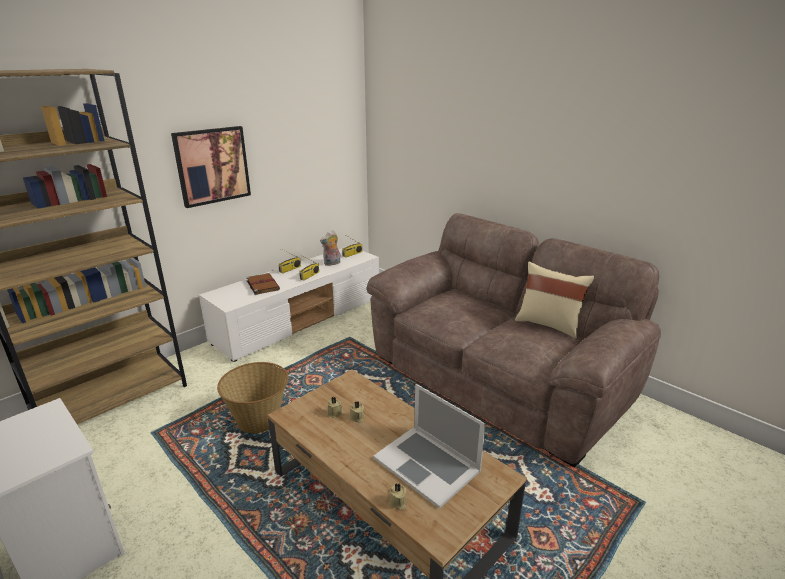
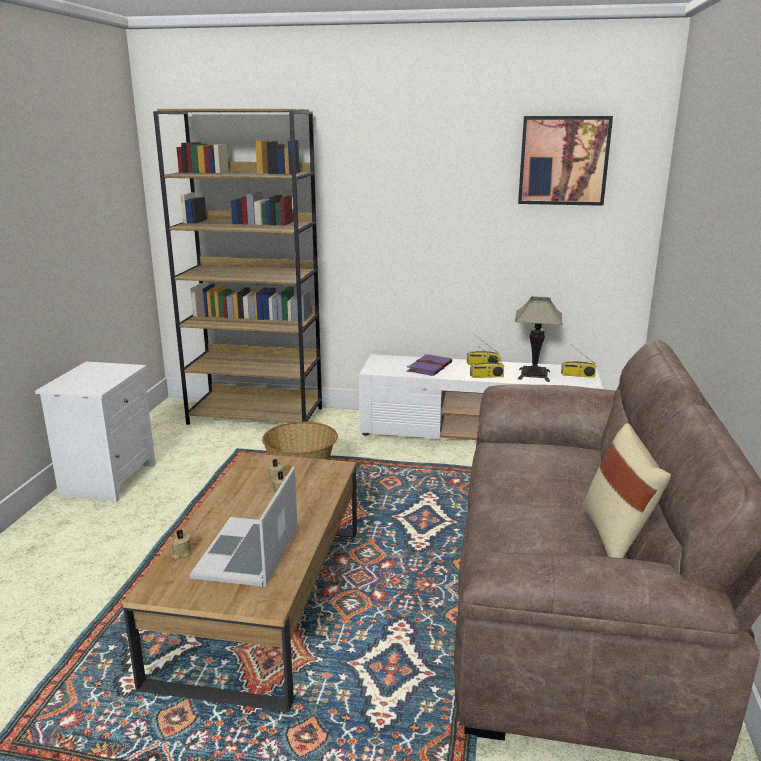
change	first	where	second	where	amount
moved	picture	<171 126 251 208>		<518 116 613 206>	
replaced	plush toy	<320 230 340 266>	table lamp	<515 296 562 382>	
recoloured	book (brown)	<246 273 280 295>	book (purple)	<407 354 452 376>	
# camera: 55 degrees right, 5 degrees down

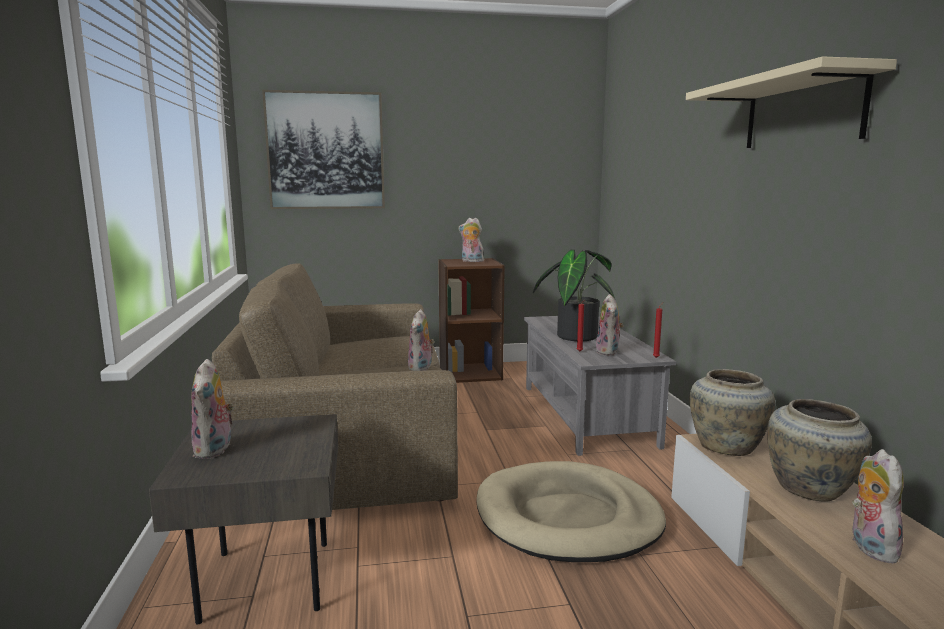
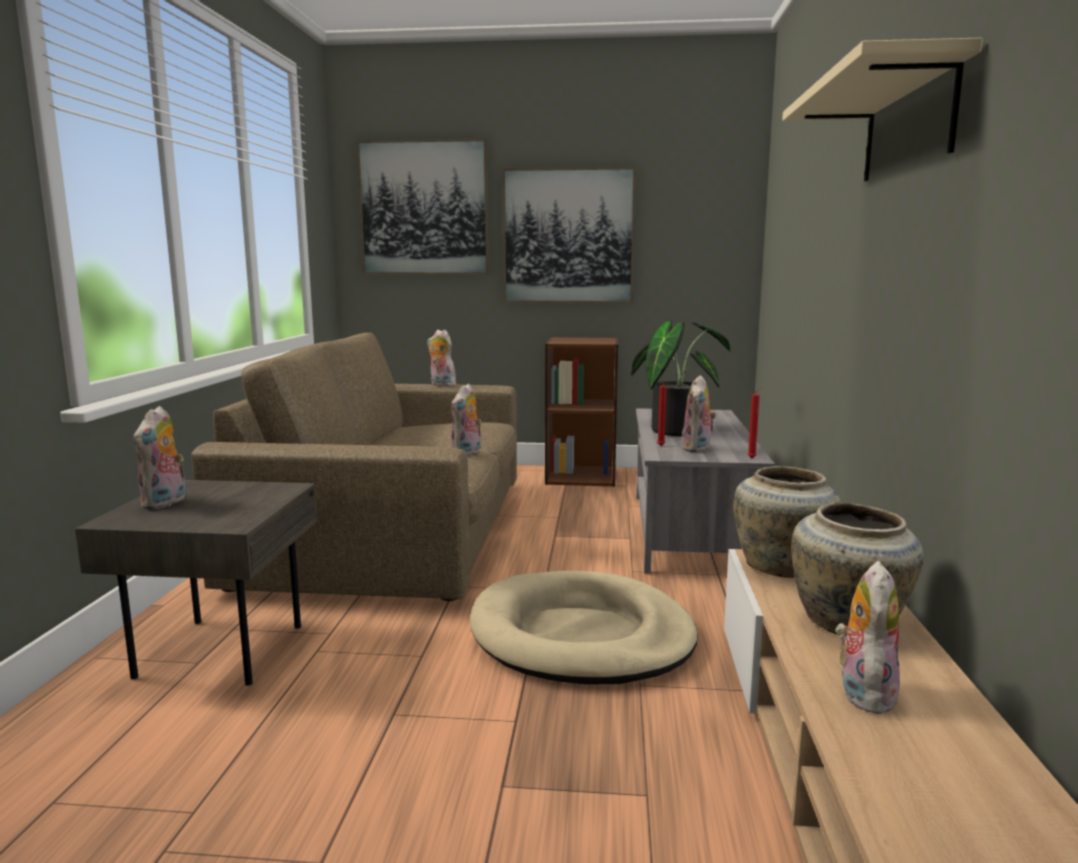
change	first	where	second	where	amount
moved	plush toy	<458 218 484 262>		<427 330 456 386>	
added			picture	<502 167 636 304>	
# camera: 15 degrees right, 0 degrees up

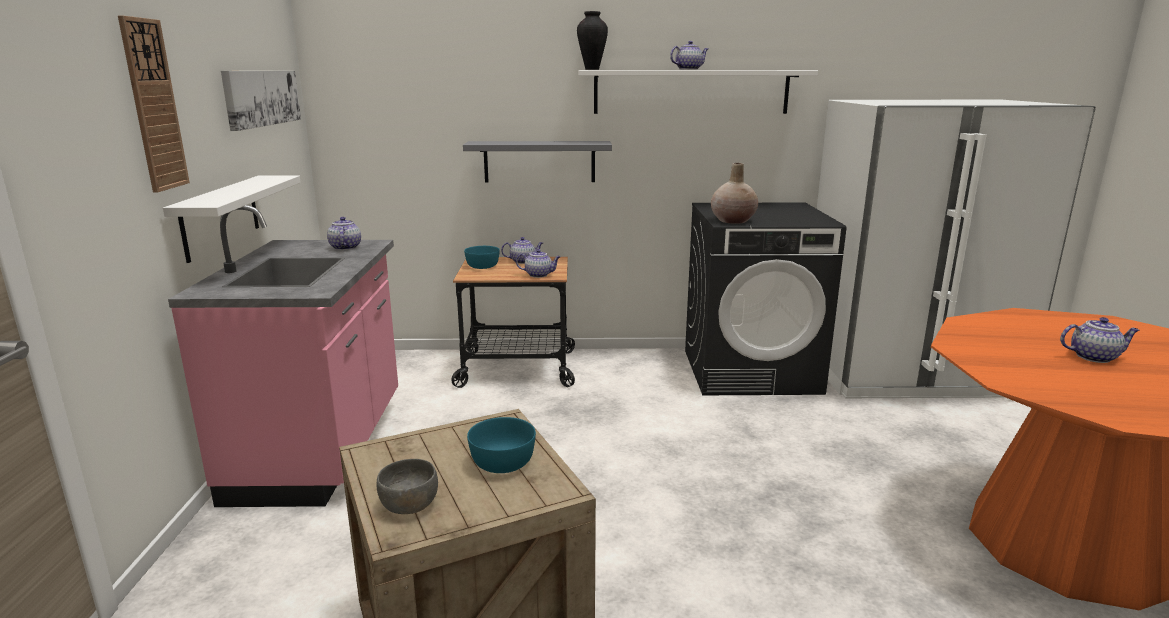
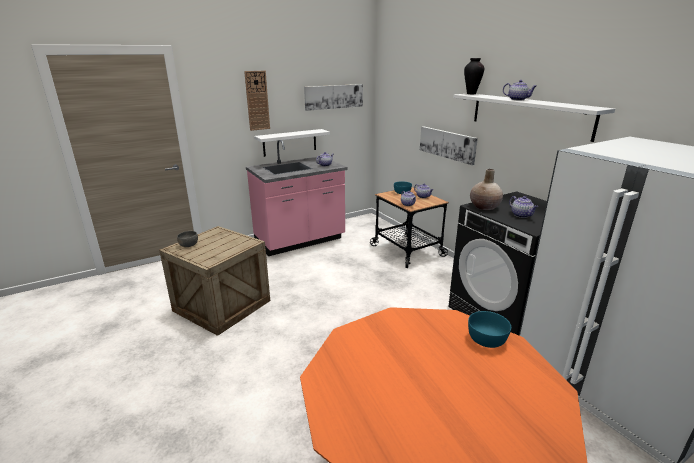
change	first	where	second	where	amount
replaced	shelf (grey)	<463 141 612 182>	picture	<420 126 478 165>	
moved	teapot	<1060 317 1139 363>		<509 196 538 218>	
moved	bowl (turquoise)	<467 417 536 473>		<468 311 511 348>	
# camera: 60 degrees right, 5 degrees up

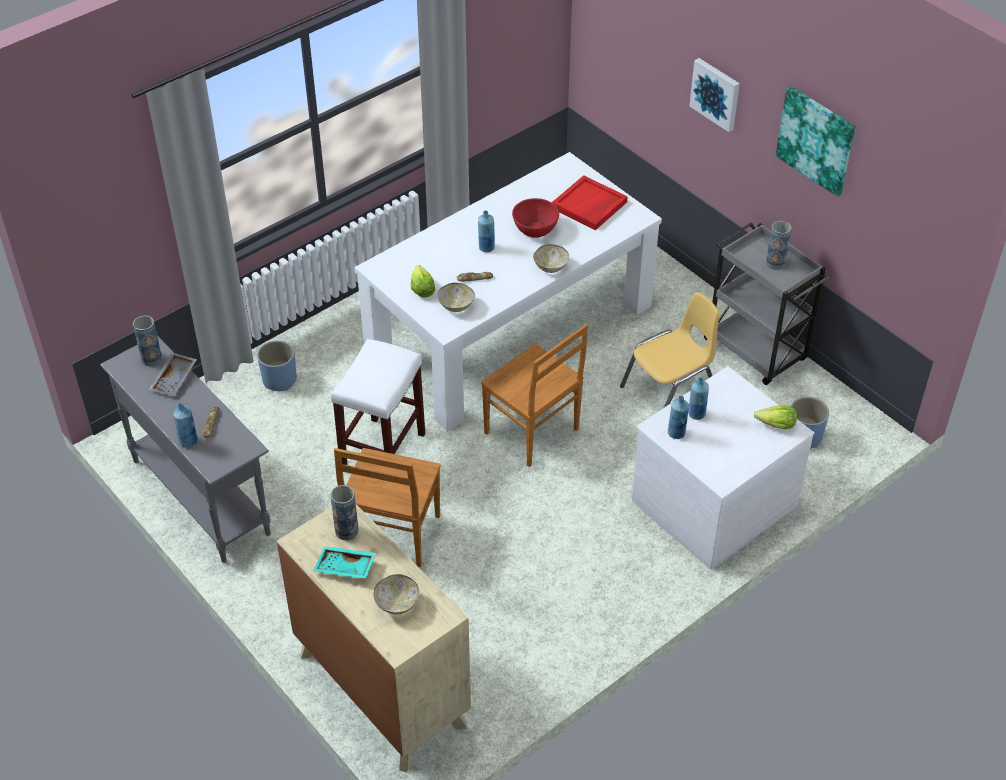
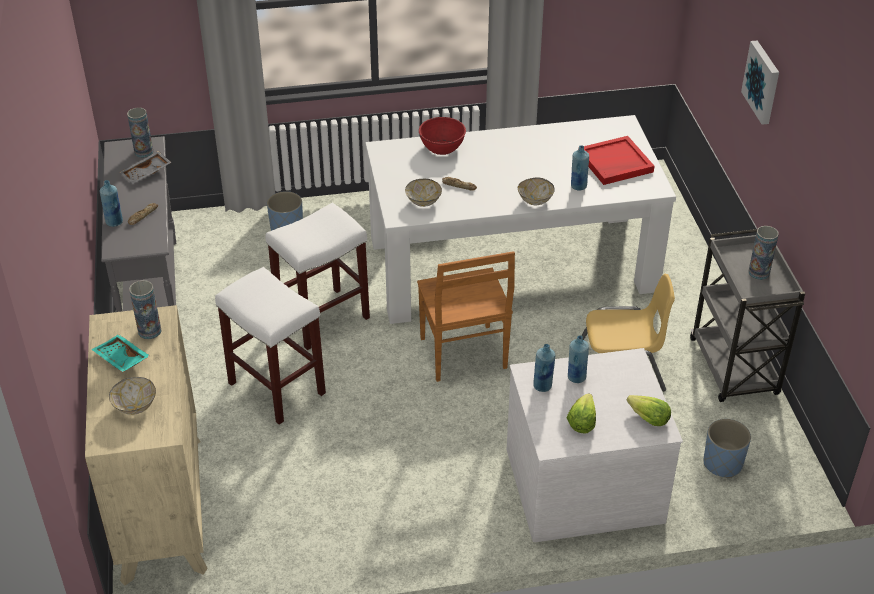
change	first	where	second	where	amount
removed	picture	<776 86 855 197>			
moved	bowl (red)	<512 198 559 238>		<419 117 466 155>	
moved	bottle (blue)	<478 211 495 252>		<571 145 589 190>	
moved	lettuce	<411 265 435 297>		<567 393 596 433>	
replaced	chair (brown)	<334 448 441 567>	stool (white)	<215 267 326 425>	
# camera: 30 degrees right, 5 degrees down

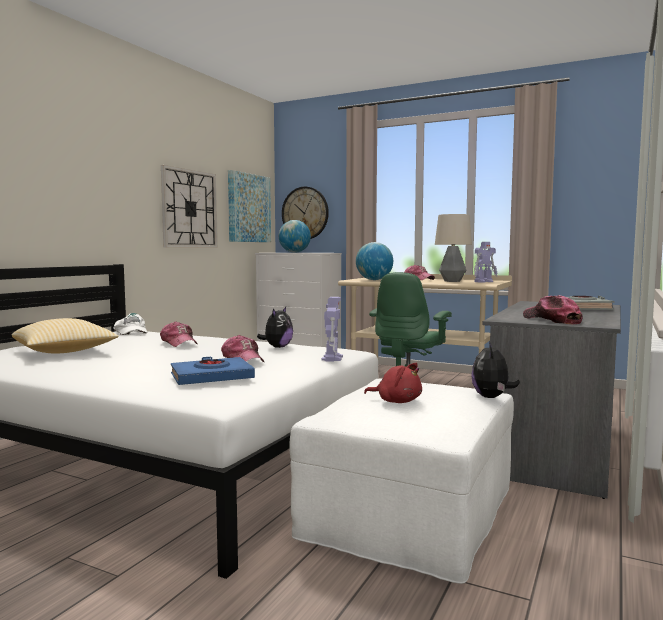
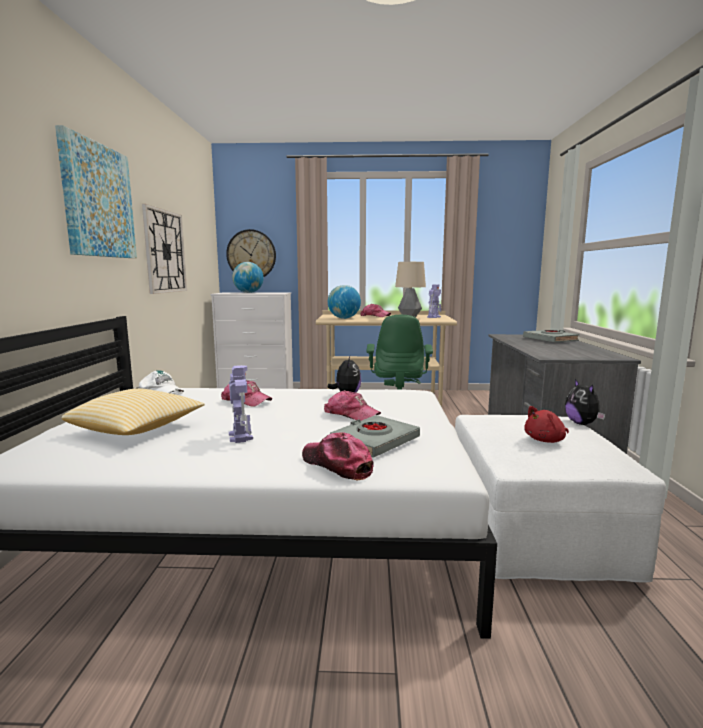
change	first	where	second	where	amount
moved	picture	<228 170 271 242>		<55 125 137 258>	
moved	cap	<523 295 582 324>		<302 432 374 481>	
moved	toy robot	<322 297 343 362>		<229 365 253 443>	
recoloured	book (blue)	<171 357 255 385>	book (grey)	<330 415 420 458>	
turned	plush toy (red)	<364 363 422 403>		<524 406 569 443>	150 degrees clockwise
# camera: 25 degrees left, 5 degrees up

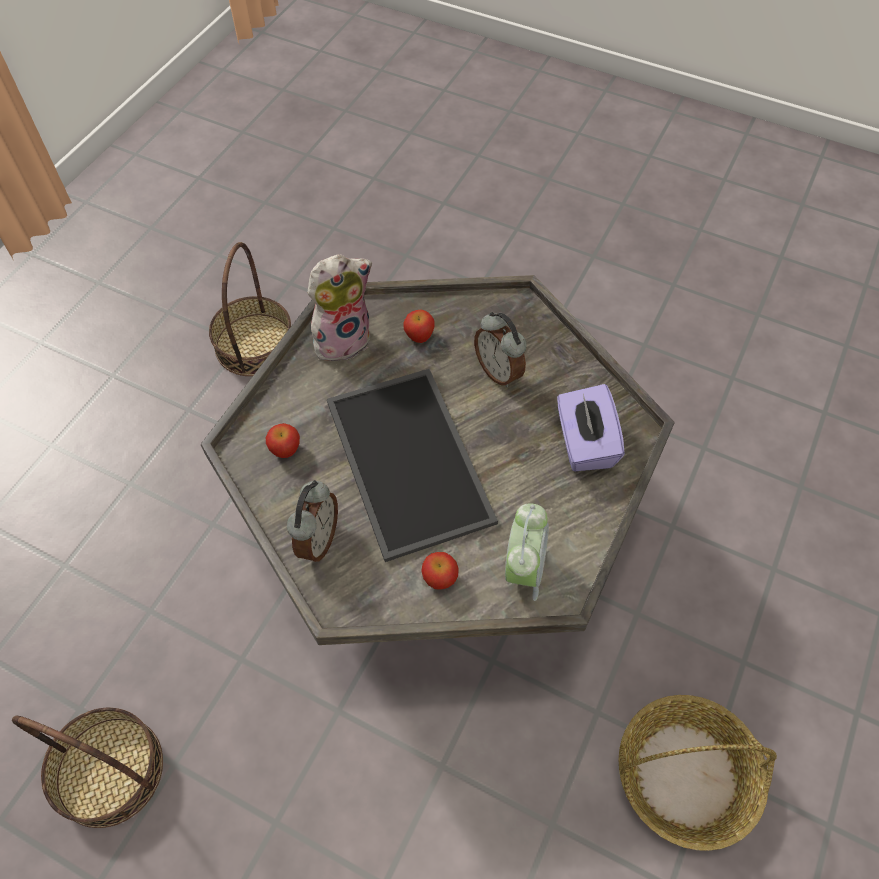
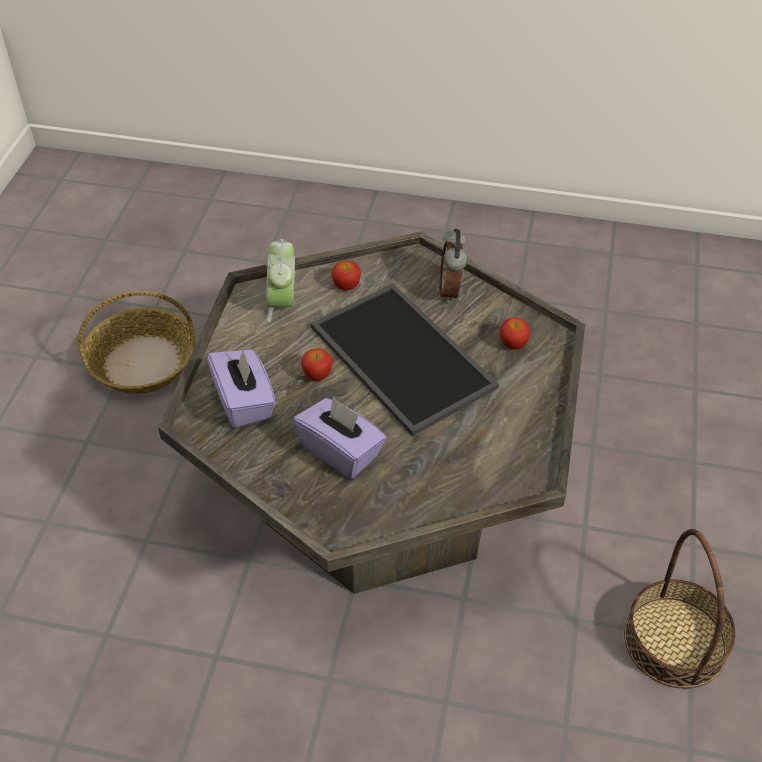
change	first	where	second	where	amount
removed	plush toy	<308 254 372 361>			
moved	apple	<404 310 434 343>		<301 348 333 381>	
replaced	alarm clock	<474 312 527 387>	tissue box (purple)	<293 397 387 479>	
removed	basket	<12 707 163 828>			
# camera: 165 degrees right, 10 degrees down

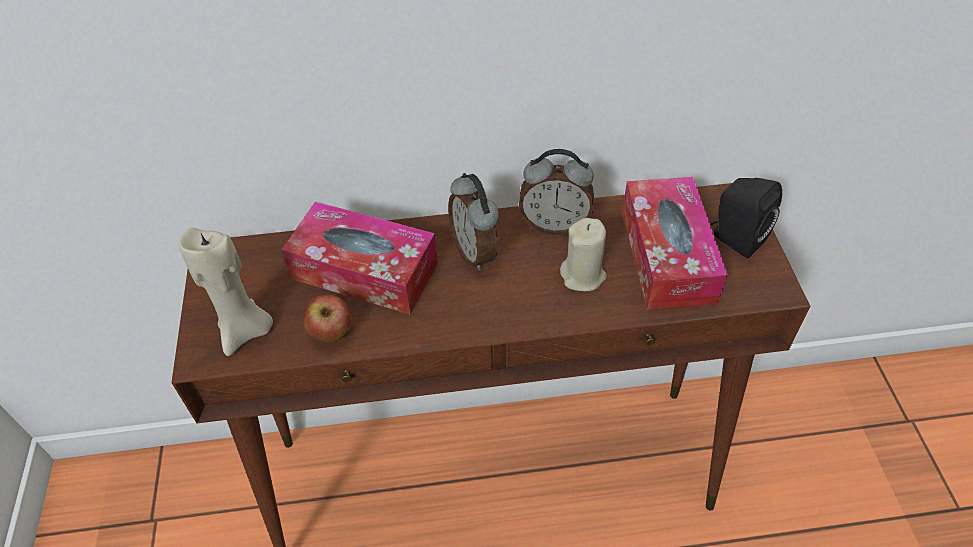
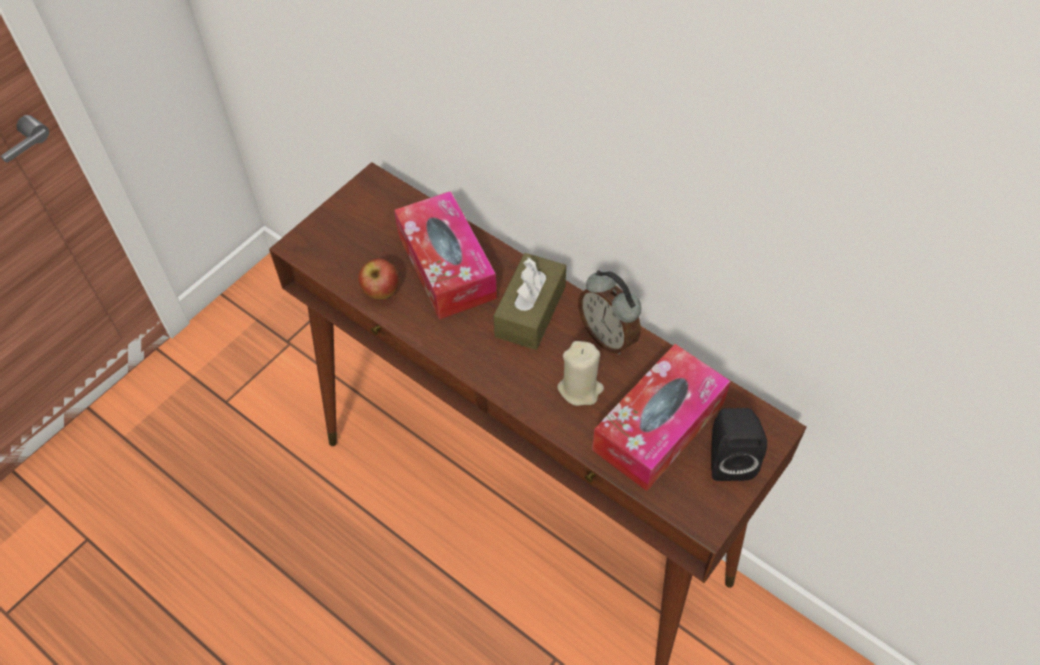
change	first	where	second	where	amount
replaced	alarm clock	<448 173 499 271>	tissue box (brown)	<493 253 566 350>	
removed	candle (beige)	<179 228 273 356>			
# camera: 45 degrees right, 5 degrees up

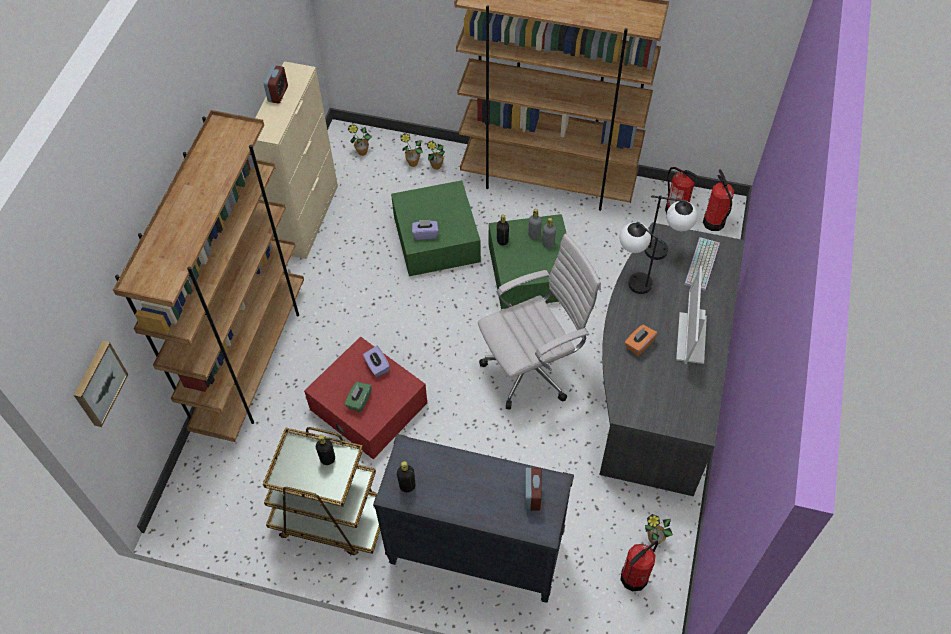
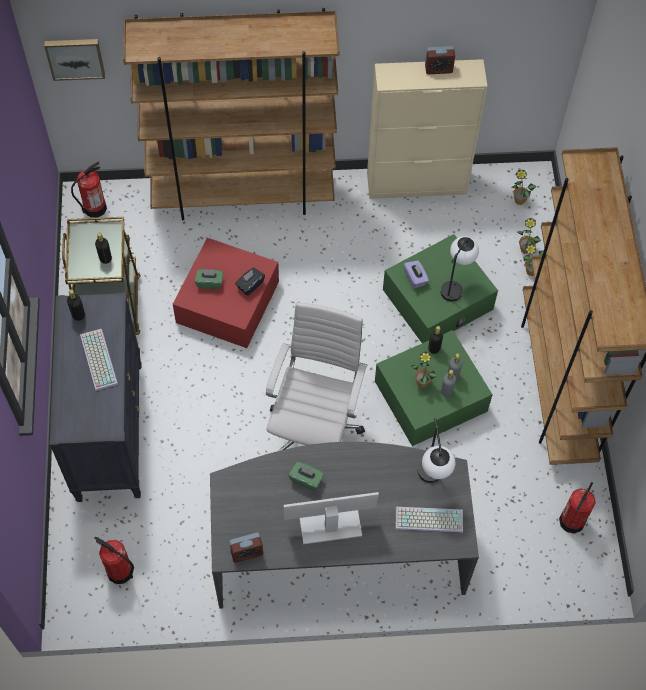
change	first	where	second	where	amount
moved	fire extinguisher	<703 170 734 231>		<71 161 107 218>	
moved	table lamp	<620 222 664 294>		<440 236 479 302>	
turned	office chair (white)	<478 234 601 410>		<266 302 367 451>	120 degrees counterclockwise
recoloured	tissue box (orange)	<625 325 658 356>	tissue box (green)	<289 462 324 491>	
recoloured	tissue box (purple)	<363 346 390 377>	tissue box (black)	<235 267 265 296>	
moved	alarm clock	<524 468 542 511>		<229 532 263 563>	
moved	potted plant	<645 514 673 544>		<411 351 437 388>	
added			keyboard	<80 329 118 391>	
# camera: 70 degrees right, 5 degrees up

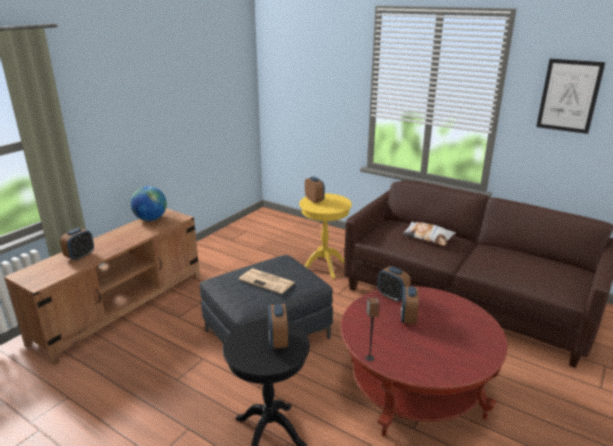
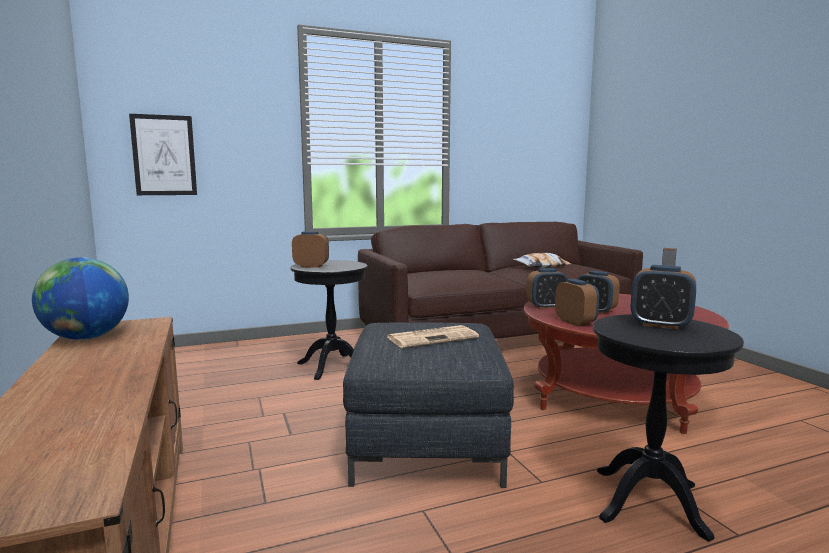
change	first	where	second	where	amount
moved	picture	<536 59 605 134>		<129 114 197 195>	
recoloured	side table (yellow)	<299 193 352 279>	side table (black)	<291 260 368 380>	
moved	pillow	<402 222 456 246>		<513 253 571 268>	
moved	alarm clock	<60 228 94 261>		<555 279 599 326>	
# camera: 55 degrees left, 15 degrees down

